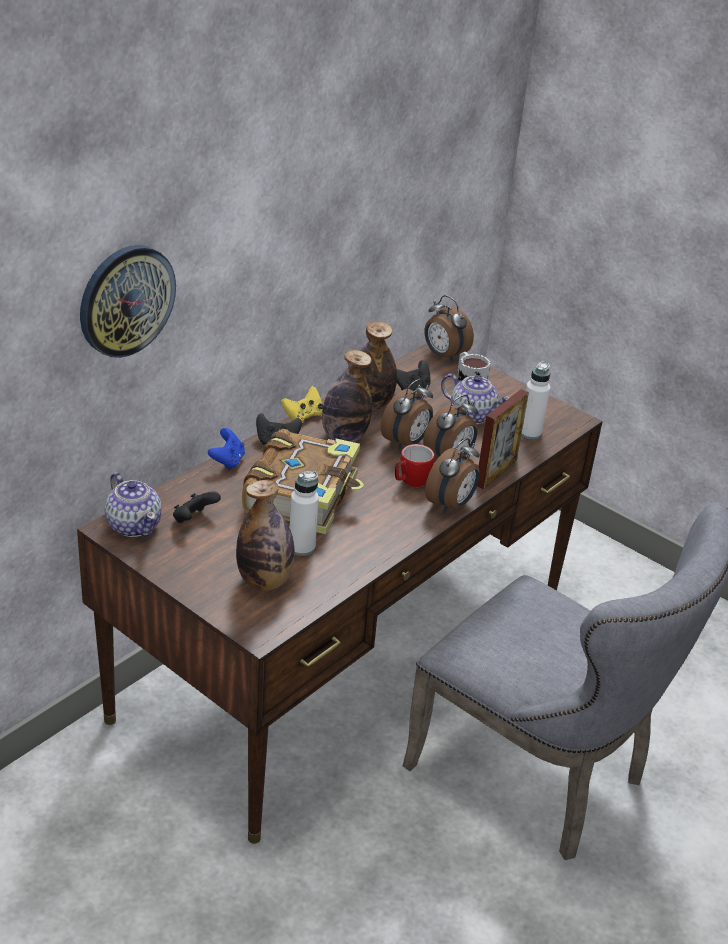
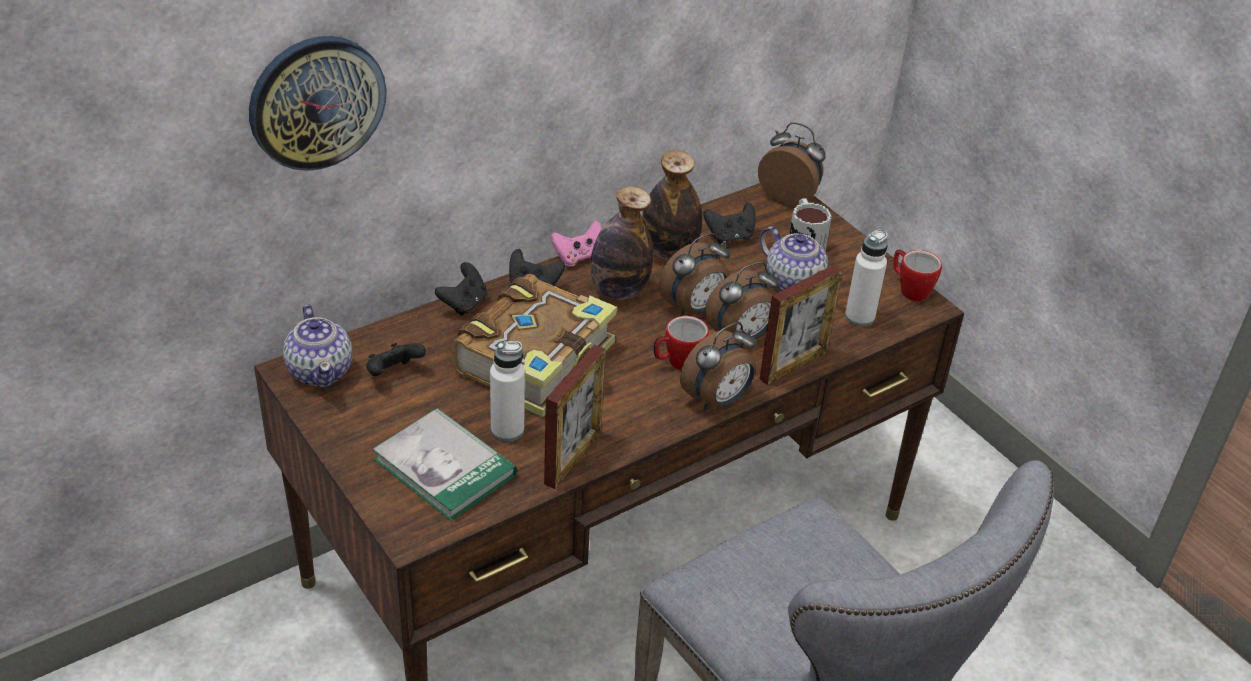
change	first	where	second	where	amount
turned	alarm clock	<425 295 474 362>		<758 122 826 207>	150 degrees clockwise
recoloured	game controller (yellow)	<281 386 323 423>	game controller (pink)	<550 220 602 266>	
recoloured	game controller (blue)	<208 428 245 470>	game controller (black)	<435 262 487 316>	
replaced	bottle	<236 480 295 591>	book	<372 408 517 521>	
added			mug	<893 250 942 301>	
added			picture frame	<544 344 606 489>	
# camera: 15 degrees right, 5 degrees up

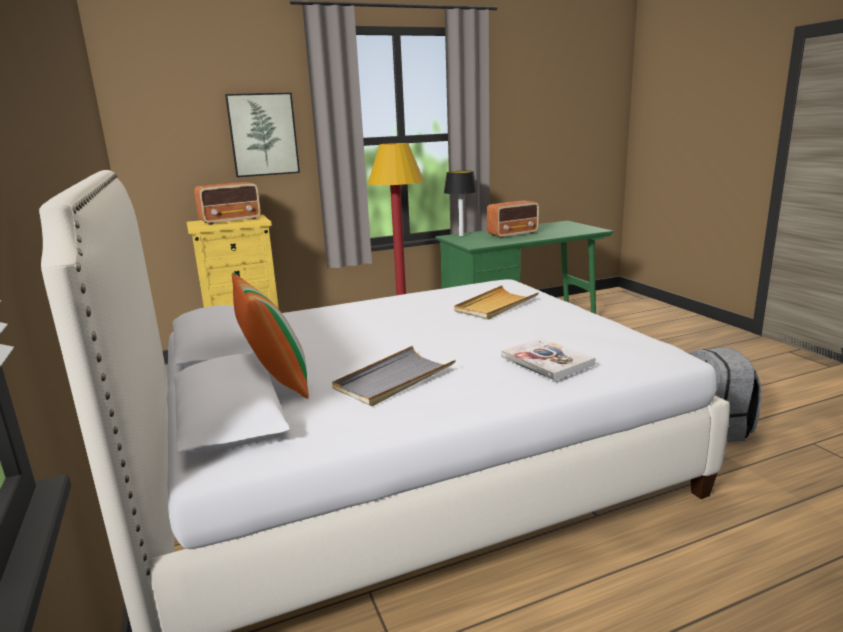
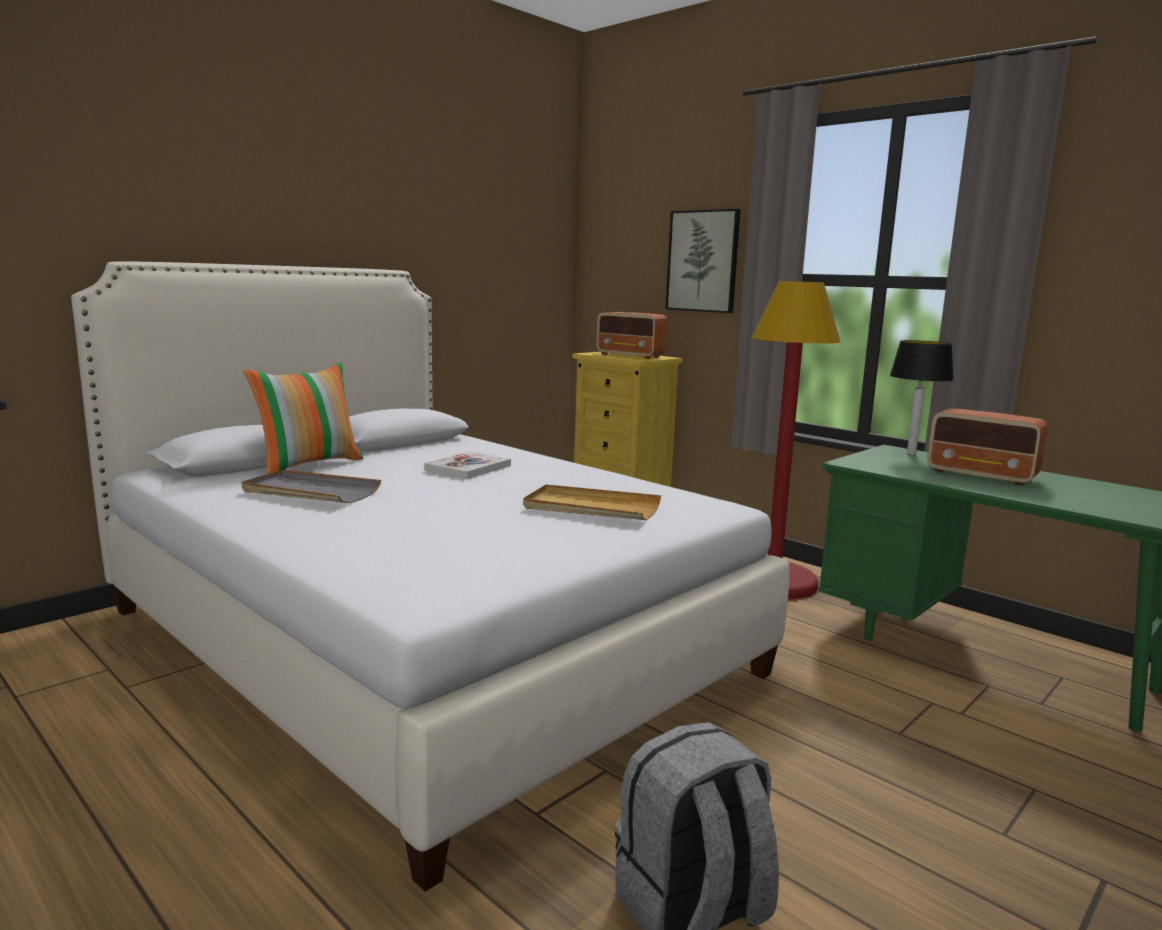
change	first	where	second	where	amount
moved	book	<501 338 595 381>		<424 452 511 479>	
# camera: 65 degrees right, 5 degrees down

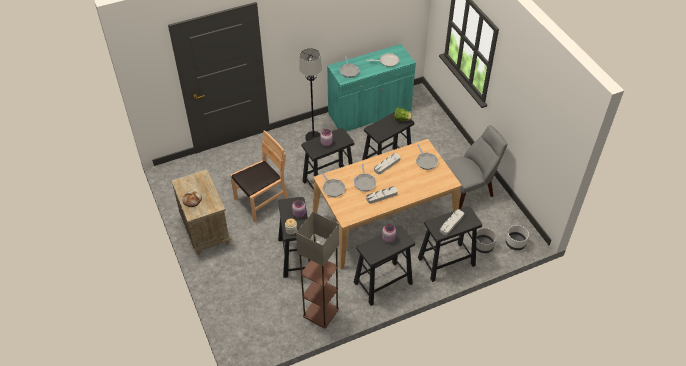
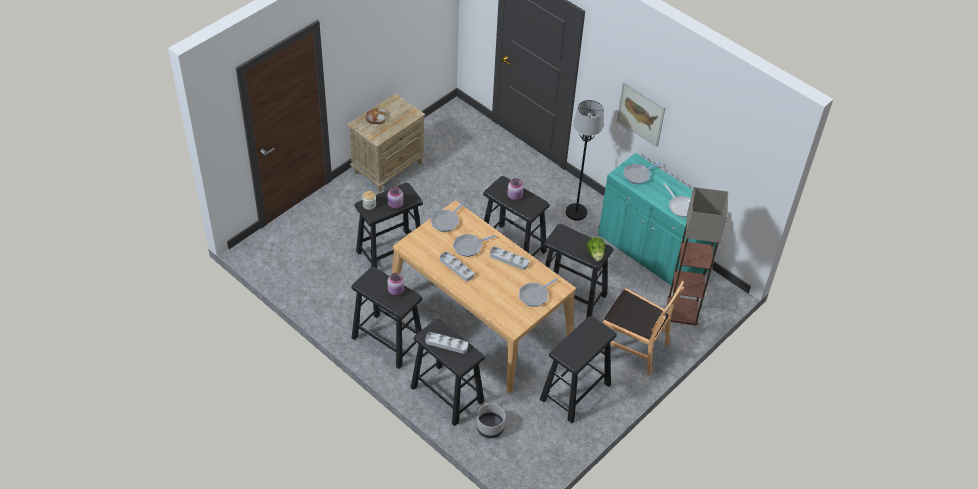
change	first	where	second	where	amount
replaced	chair (grey)	<445 125 507 209>	stool (black)	<540 316 617 423>	
moved	chair (brown)	<230 130 288 222>		<599 281 684 375>	
moved	floor lamp	<296 212 339 329>		<667 187 728 325>	
removed	planter (white)	<506 225 529 250>			
added			picture	<617 82 665 147>	
# camera: 65 degrees right, 0 degrees up

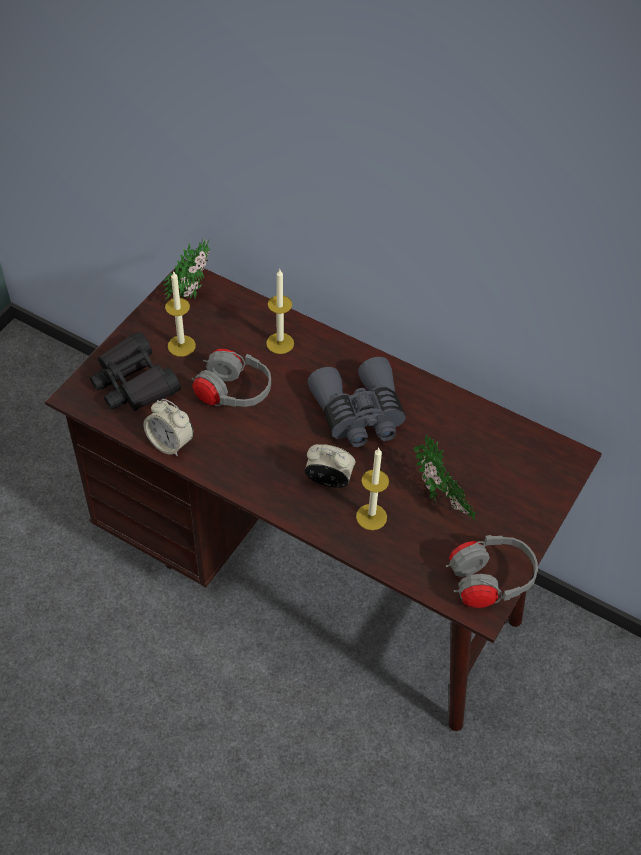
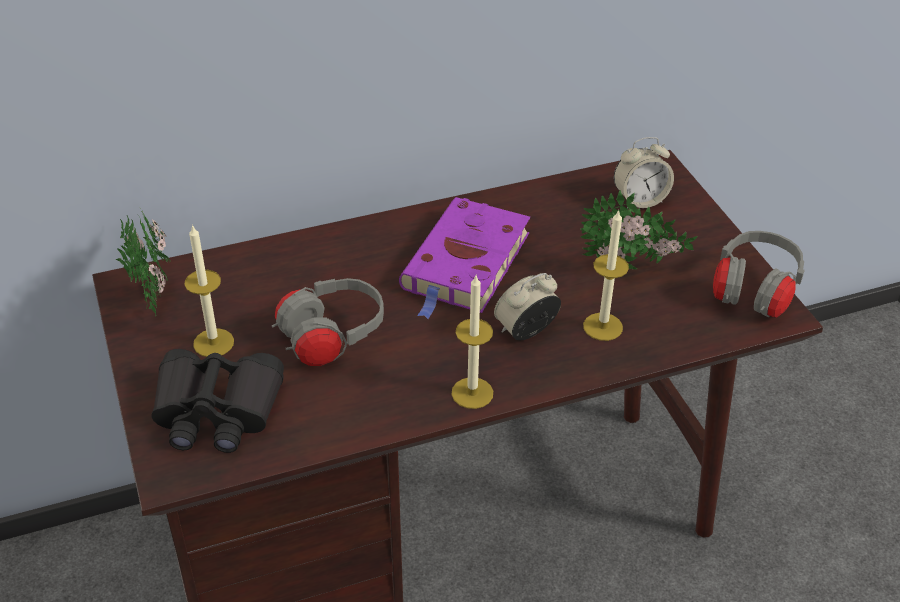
change	first	where	second	where	amount
moved	candle	<266 269 294 354>		<451 276 493 409>	
replaced	binoculars (grey)	<307 357 405 447>	book (purple)	<399 197 530 319>	
moved	alarm clock	<143 399 193 457>		<614 137 674 209>	
# camera: 50 degrees left, 10 degrees down

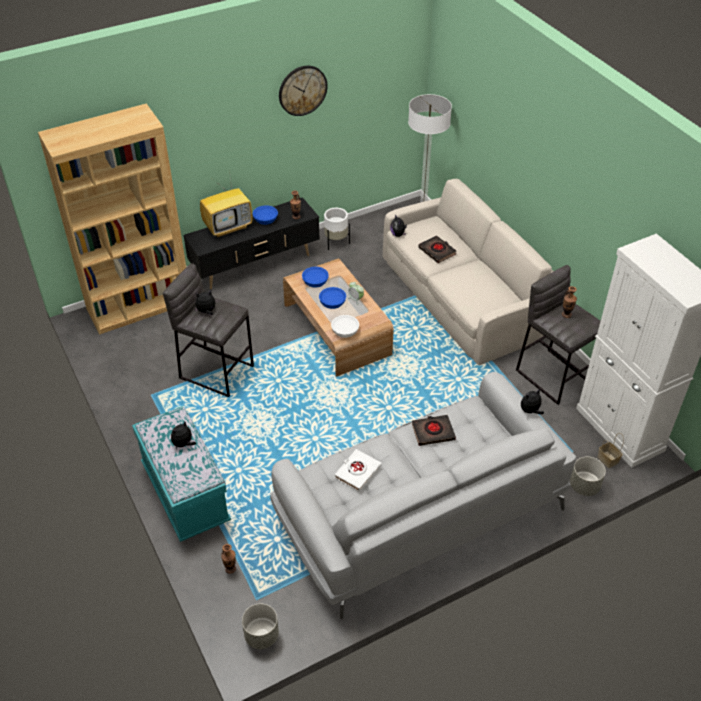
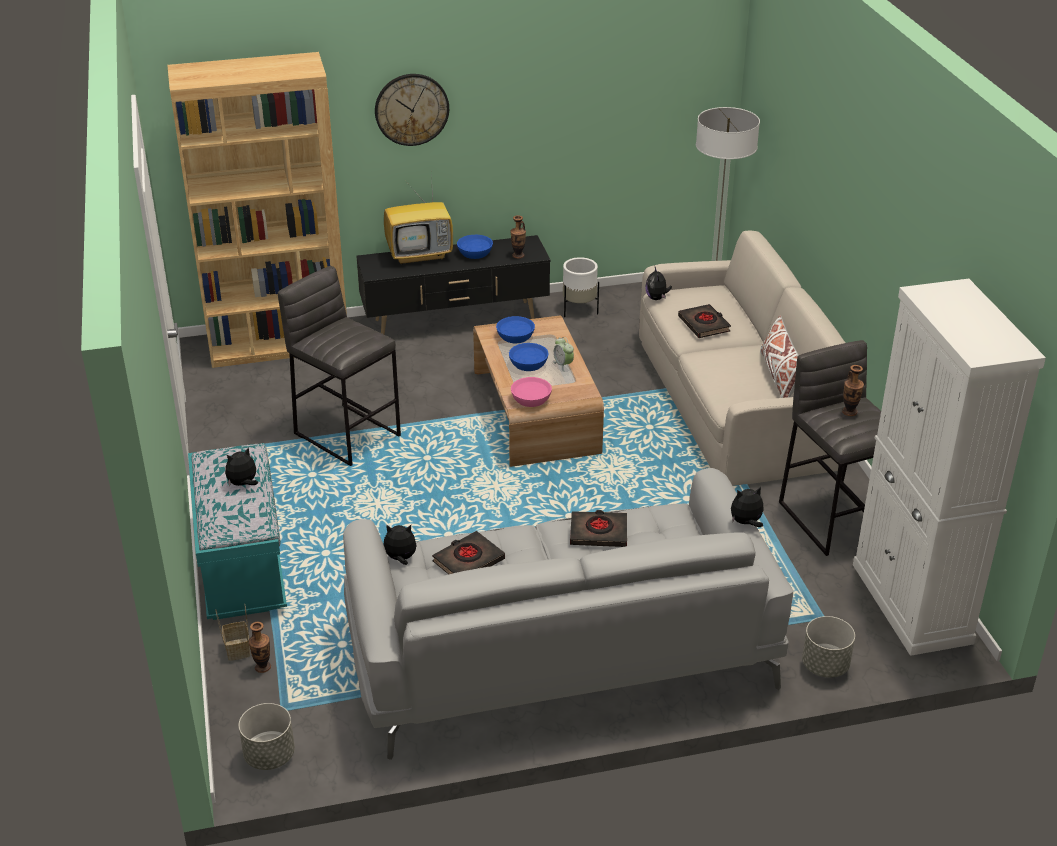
change	first	where	second	where	amount
moved	wall clock	<279 66 328 116>		<375 74 449 146>	
moved	plush toy	<195 291 215 315>		<383 524 417 565>	
recoloured	bowl (white)	<331 315 359 338>	bowl (pink)	<511 377 552 407>	
moved	basket	<598 433 624 468>		<216 606 250 661>	
recoloured	book (white)	<334 449 381 492>	book (black)	<432 531 505 574>	
added			pillow (white)	<760 315 799 398>	
# camera: 15 degrees right, 10 degrees down

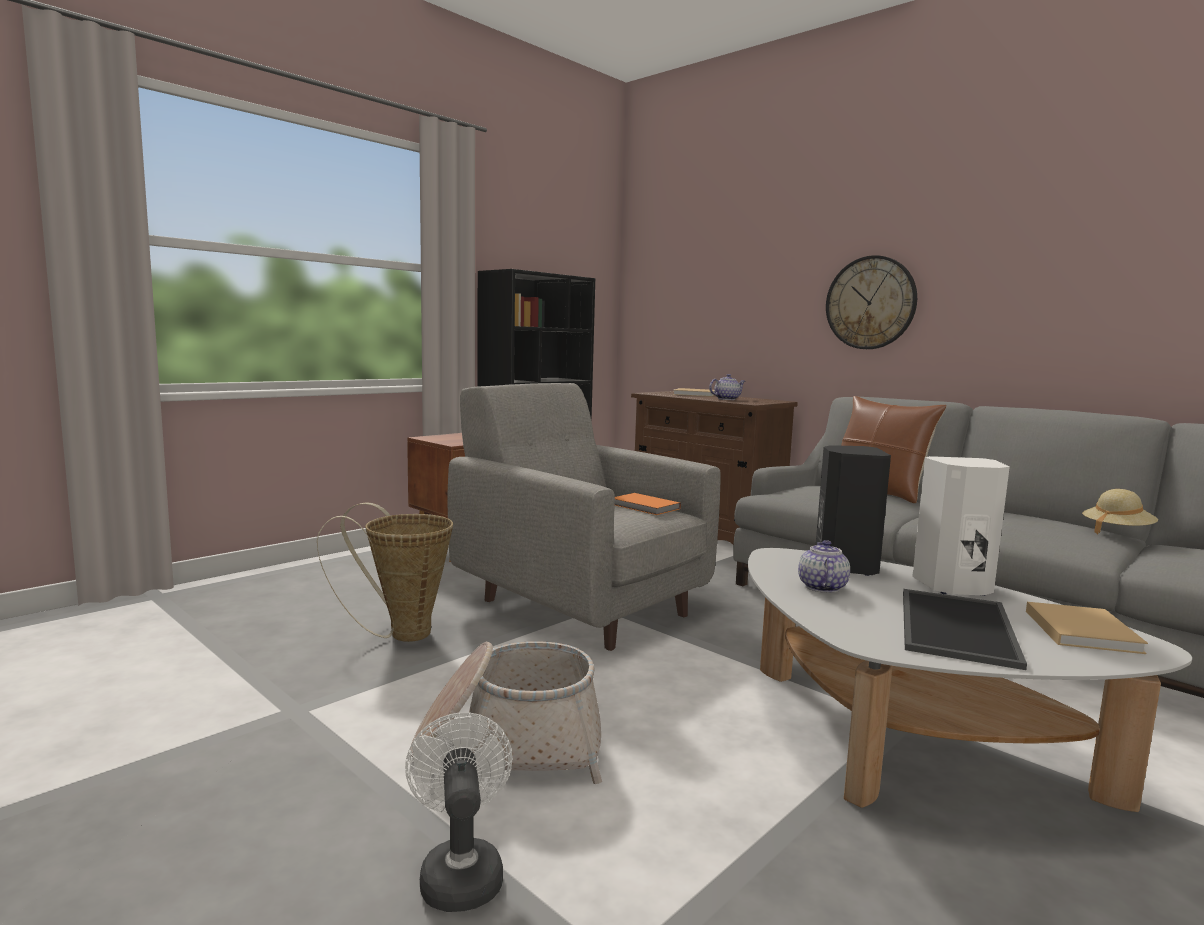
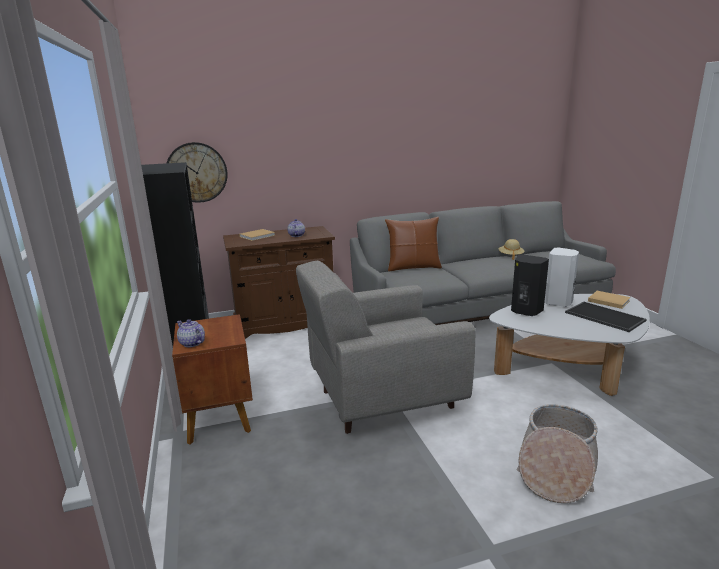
change	first	where	second	where	amount
moved	wall clock	<826 255 917 349>		<167 142 227 203>	
removed	book (orange)	<615 493 681 515>			
removed	basket	<317 502 453 642>			
moved	teapot	<798 540 850 593>		<177 319 205 347>	
removed	fan (white)	<405 713 513 912>			
# camera: 60 degrees left, 10 degrees up

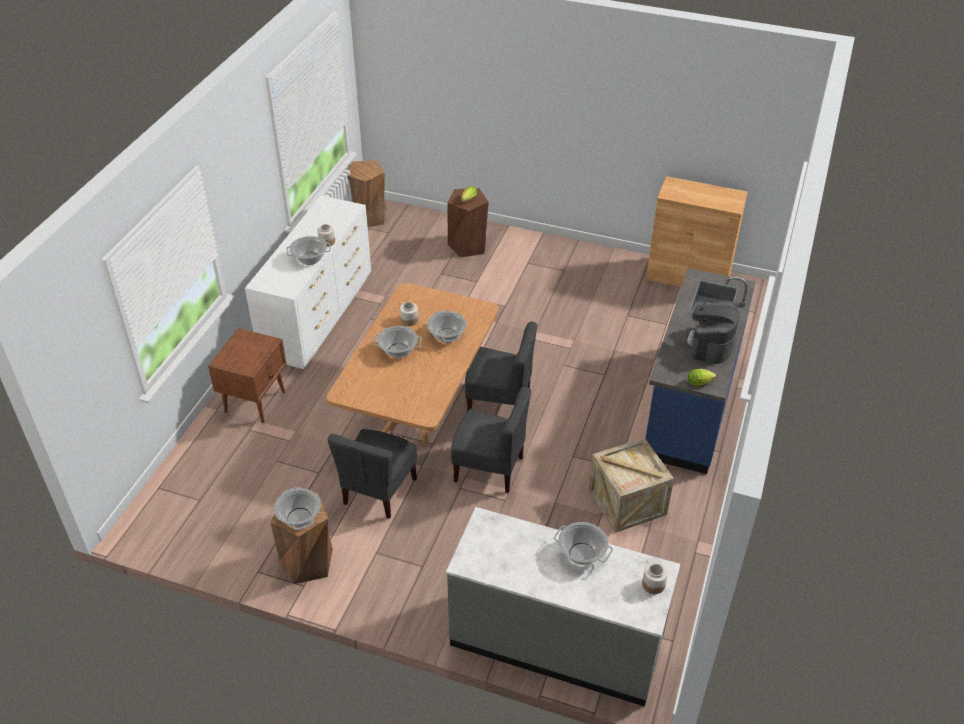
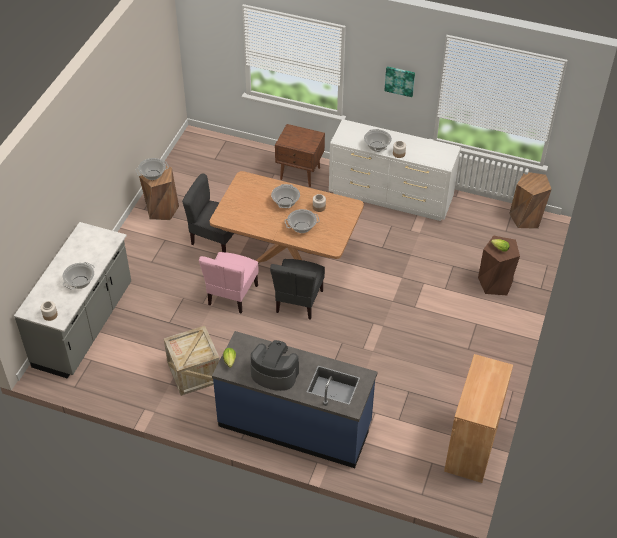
change	first	where	second	where	amount
recoloured	chair (grey)	<451 387 531 493>	chair (pink)	<199 252 259 314>	
added			picture	<384 66 415 97>	
# camera: 90 degrees right, 5 degrees up

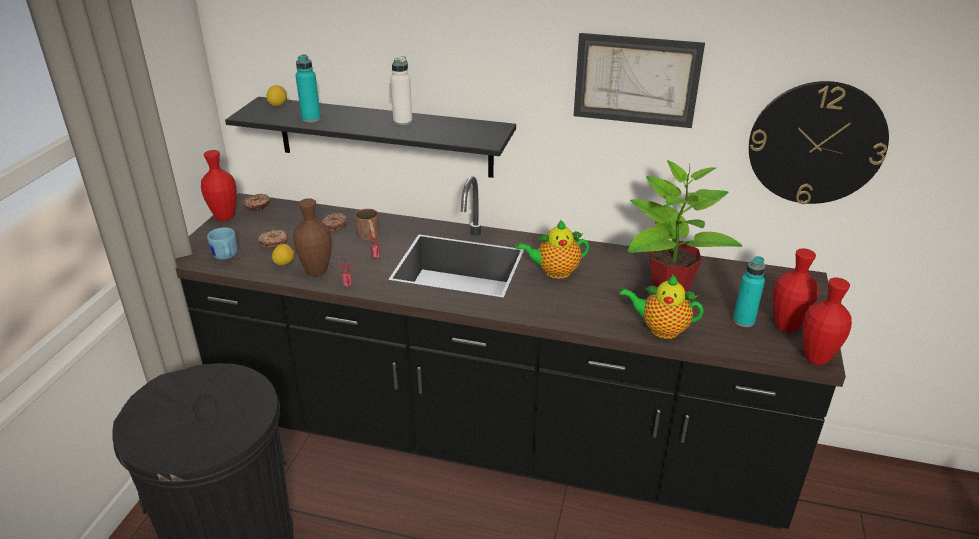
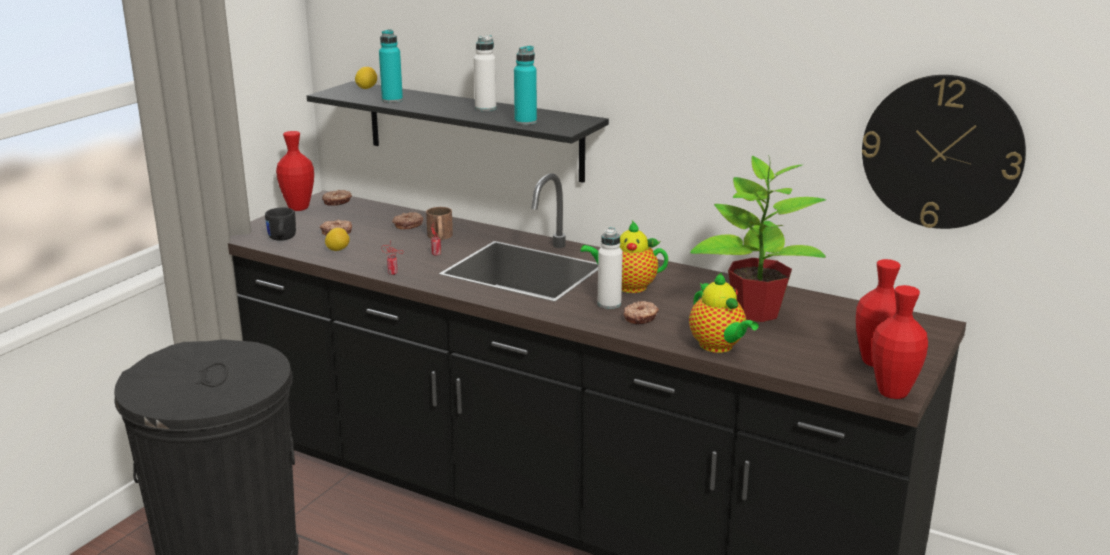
change	first	where	second	where	amount
removed	picture	<574 33 705 128>			
removed	vase (brown)	<293 198 332 276>			
recoloured	mug (blue)	<207 227 237 260>	mug (black)	<265 207 296 241>	
moved	bottle (turquoise)	<733 256 765 327>		<514 46 537 125>	
turned	teapot	<619 274 704 339>		<689 273 759 353>	150 degrees counterclockwise
added			bottle (white)	<597 228 623 309>	
added			donut	<623 301 659 324>	
# camera: 15 degrees right, 10 degrees down

